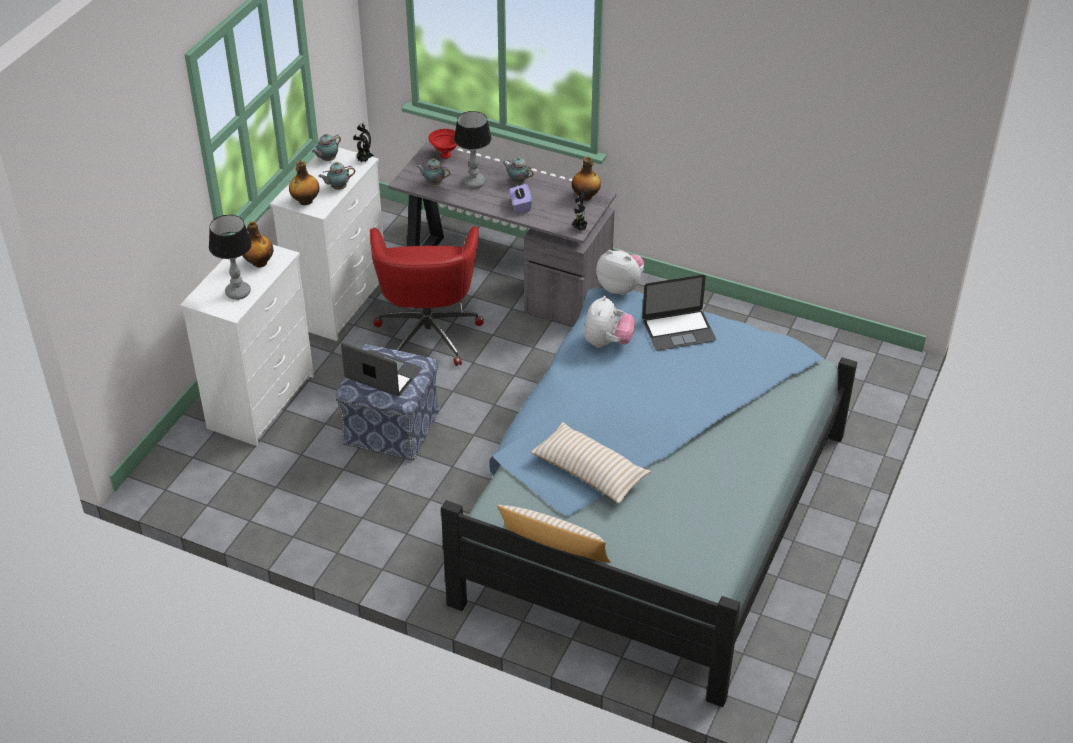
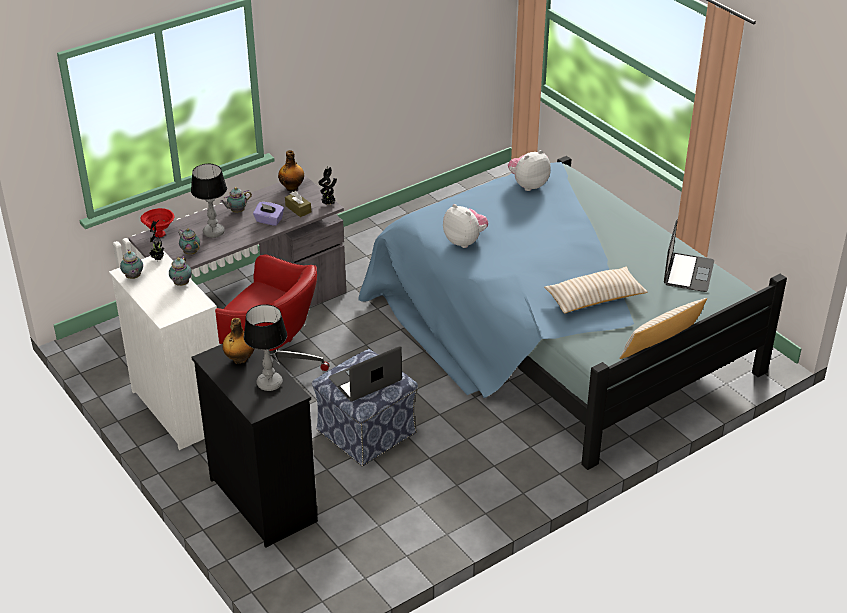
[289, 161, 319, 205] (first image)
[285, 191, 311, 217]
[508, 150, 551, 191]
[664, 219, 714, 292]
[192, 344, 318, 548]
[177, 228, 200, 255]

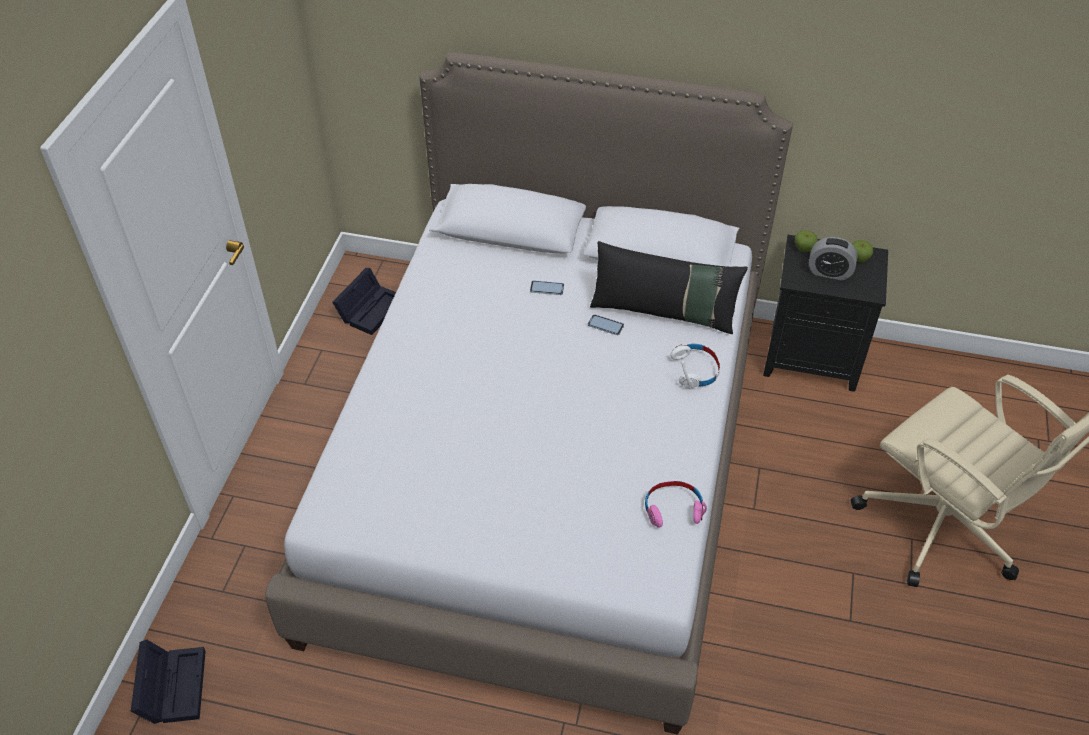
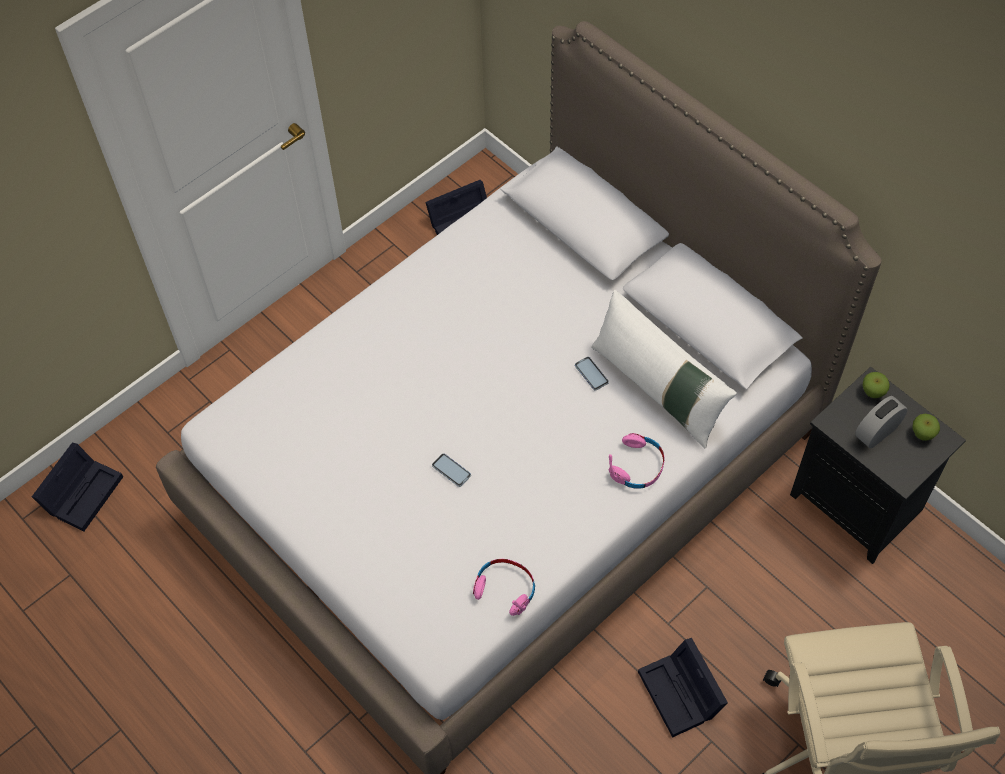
[638, 638, 728, 738]
[432, 453, 471, 487]
[591, 290, 737, 449]
[608, 433, 665, 489]
[855, 396, 908, 448]

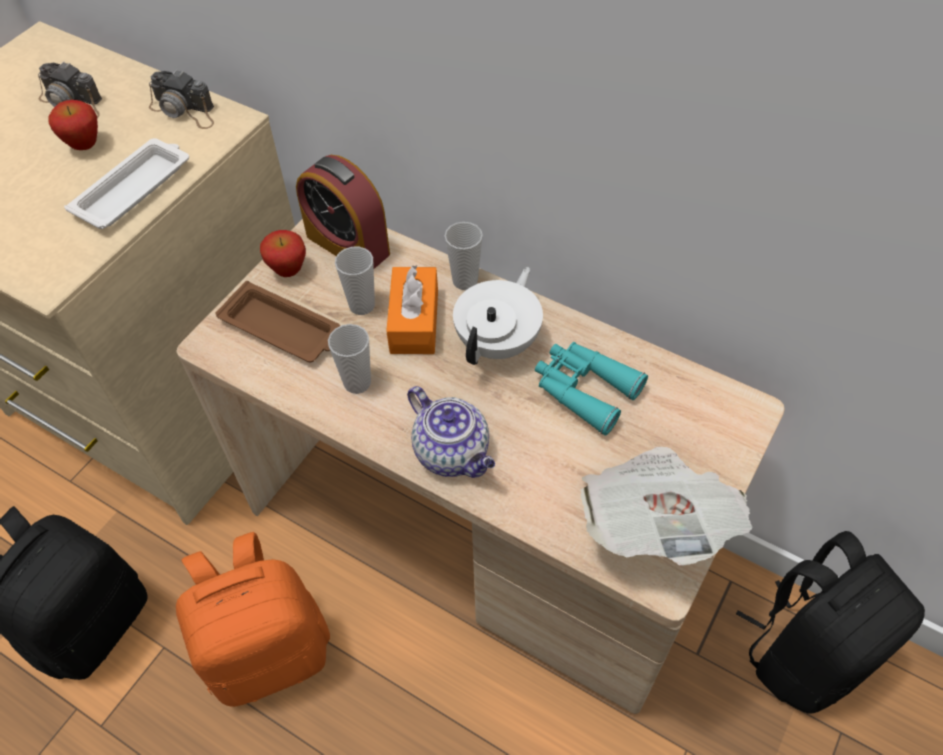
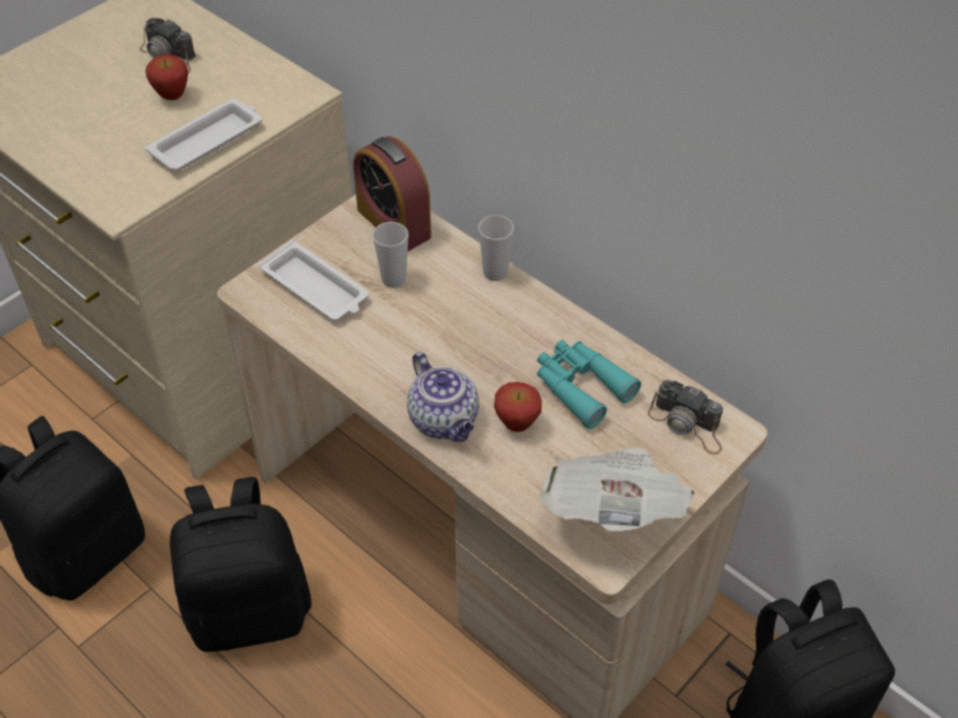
[328, 324, 371, 394] (first image)
[386, 265, 438, 354] (first image)
[453, 267, 543, 365] (first image)
[648, 380, 723, 455]
[494, 382, 542, 432]
[170, 477, 312, 652]
[258, 240, 369, 321]

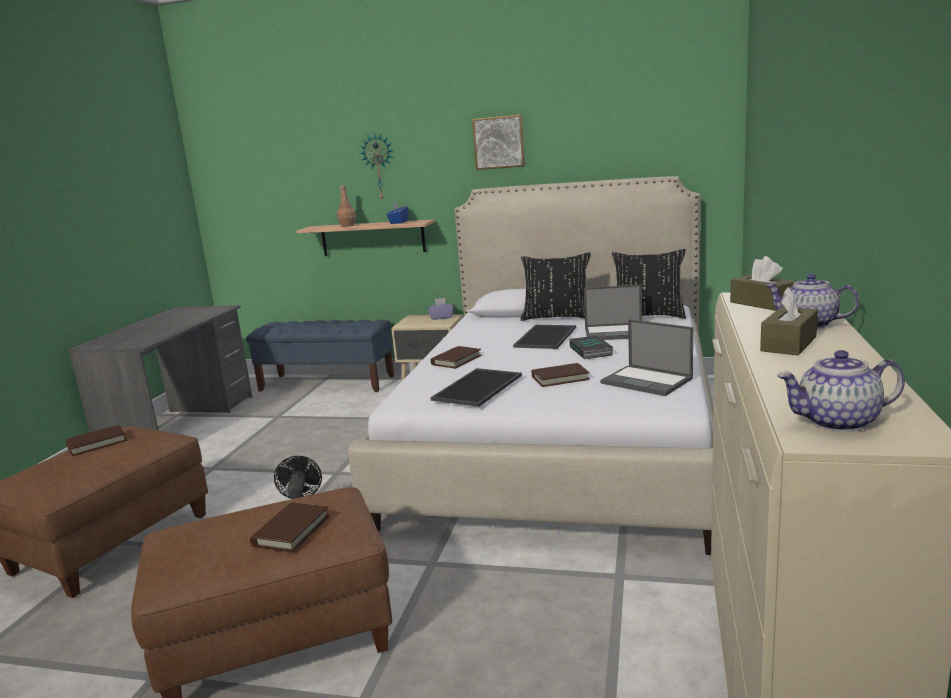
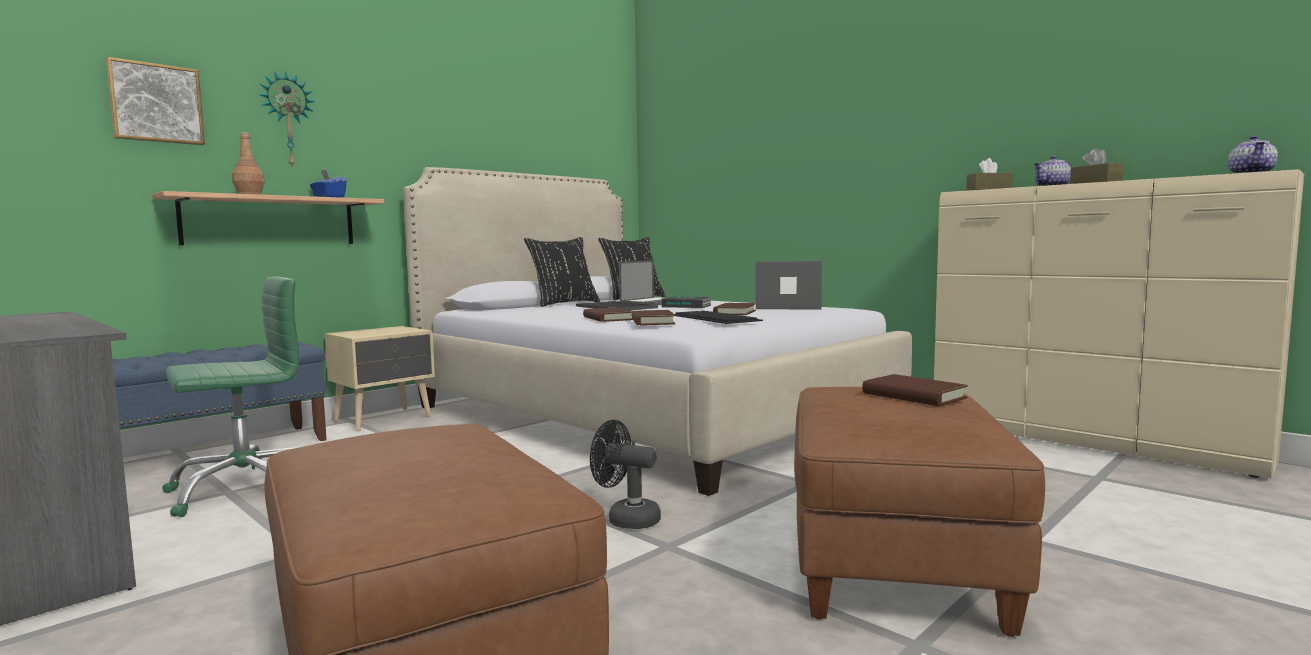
[428, 298, 454, 320] (first image)
[162, 277, 299, 517]
[632, 310, 676, 325]
[106, 57, 205, 145]
[675, 311, 763, 324]
[756, 261, 822, 310]

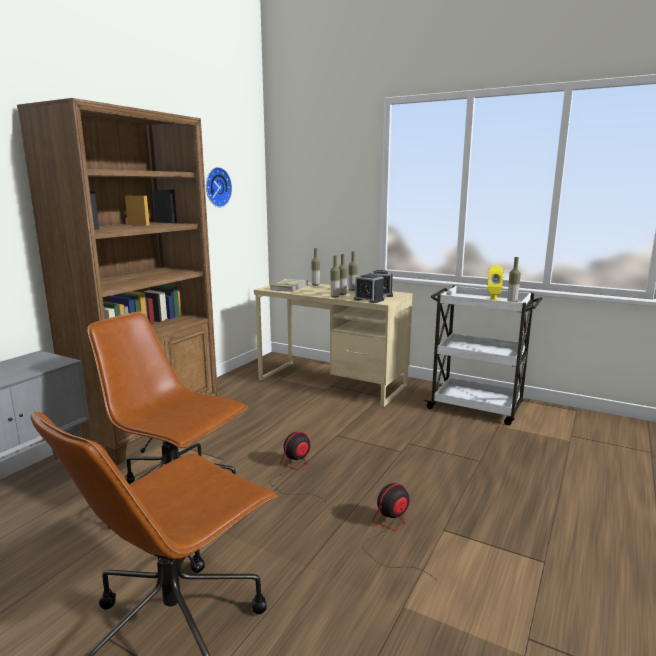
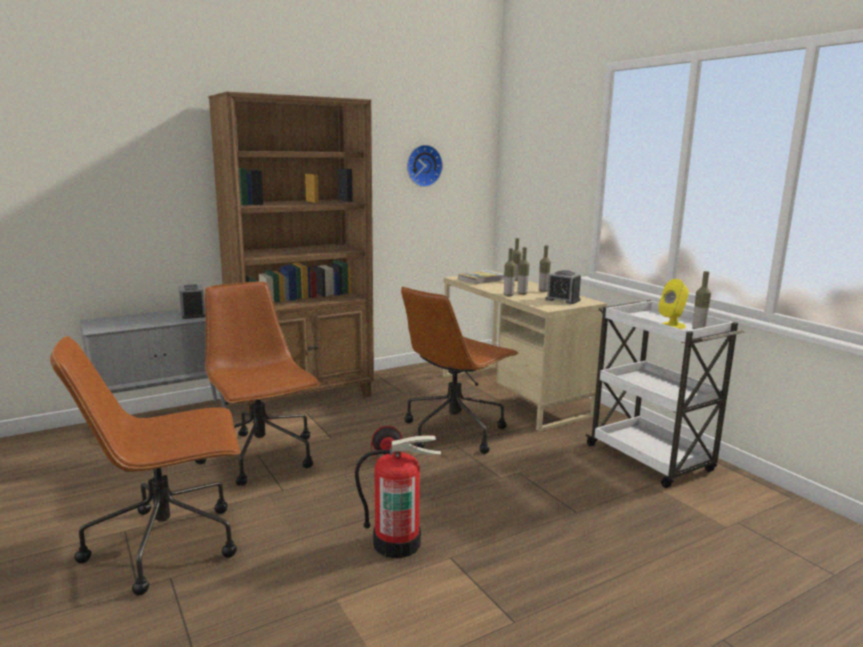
[401, 287, 519, 454]
[179, 284, 205, 319]
[355, 435, 441, 558]

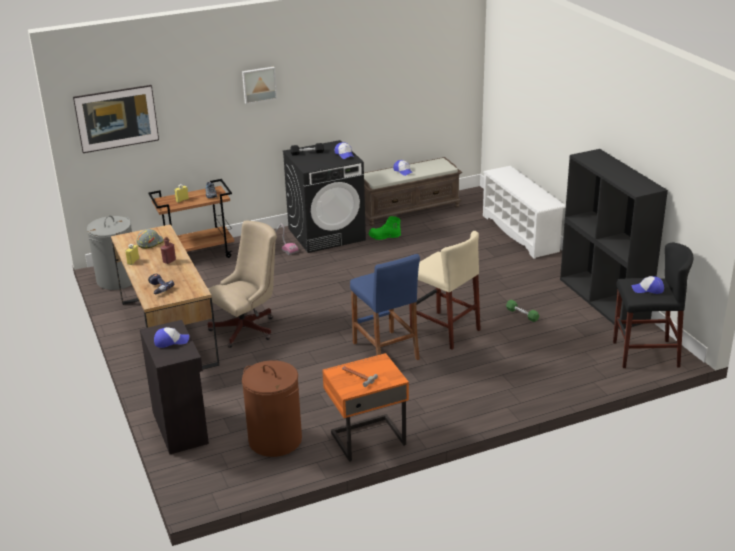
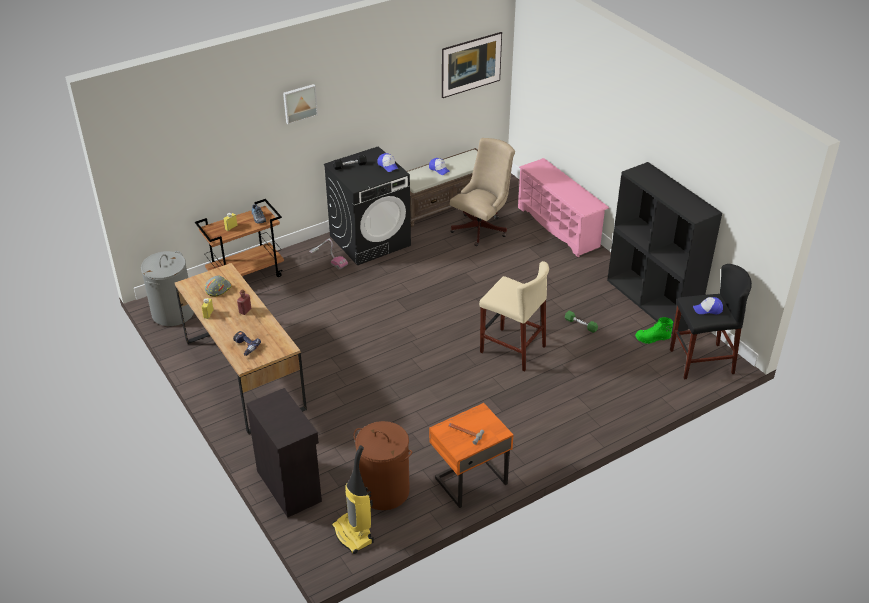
[154, 327, 189, 348] (first image)
[350, 254, 420, 360] (first image)
[332, 445, 374, 554]
[442, 32, 502, 98]
[450, 138, 515, 246]
[635, 317, 673, 344]
[518, 158, 609, 257]

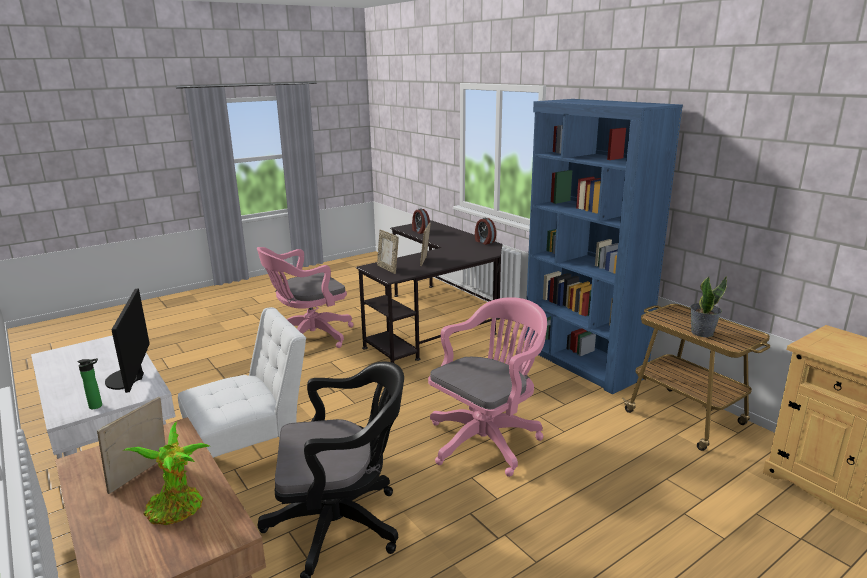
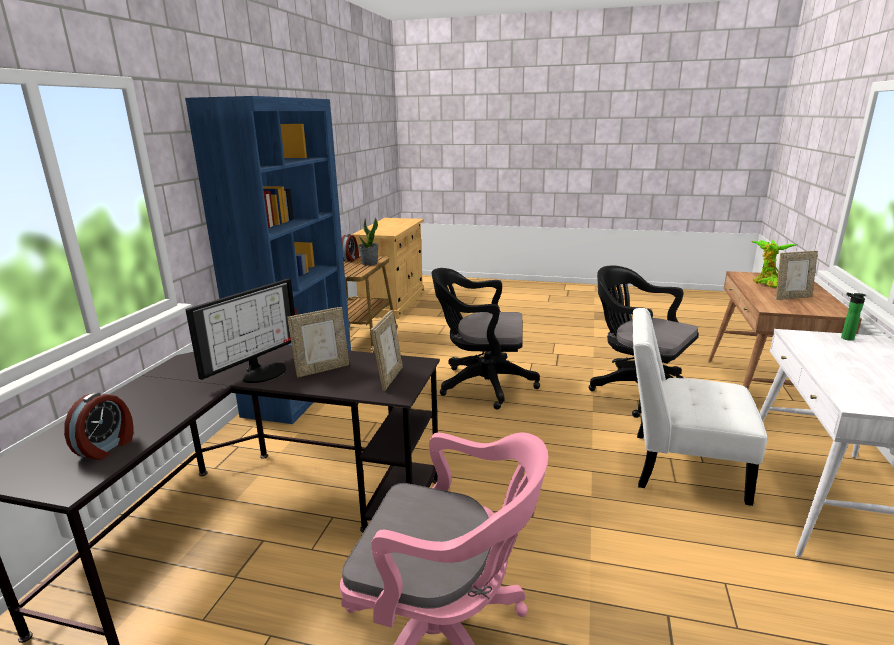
[186, 279, 295, 383]
[342, 234, 359, 261]
[432, 268, 540, 410]

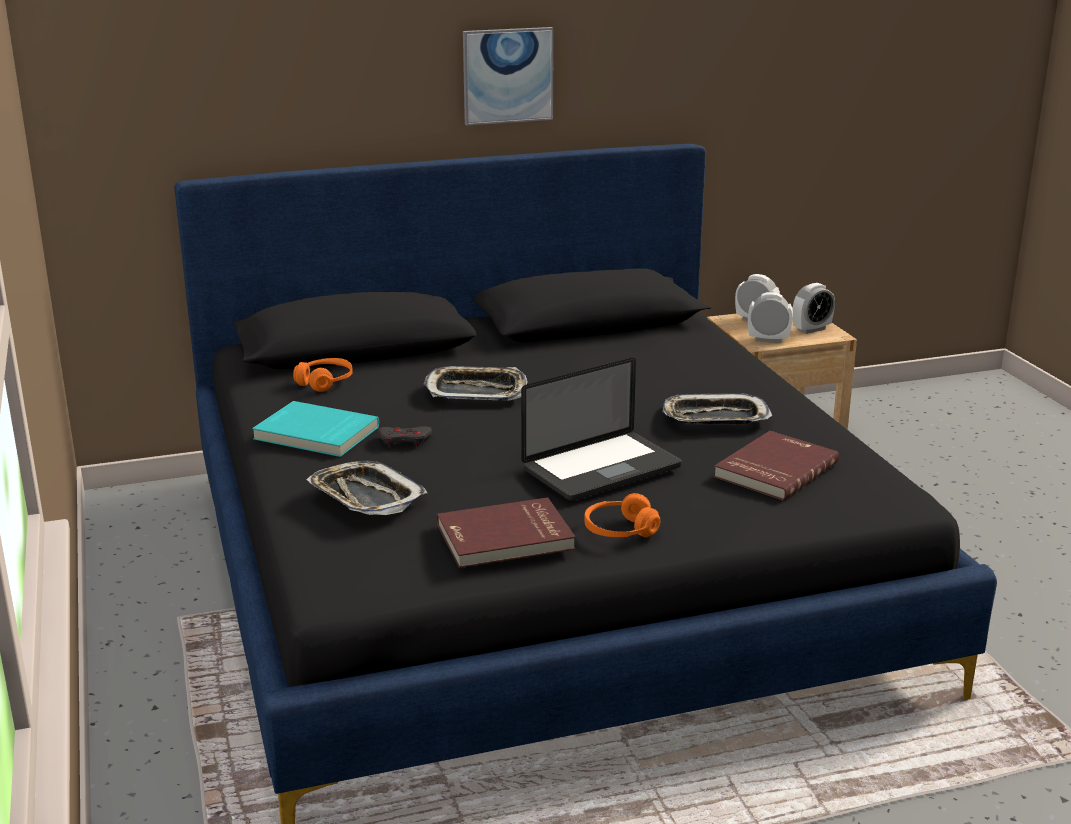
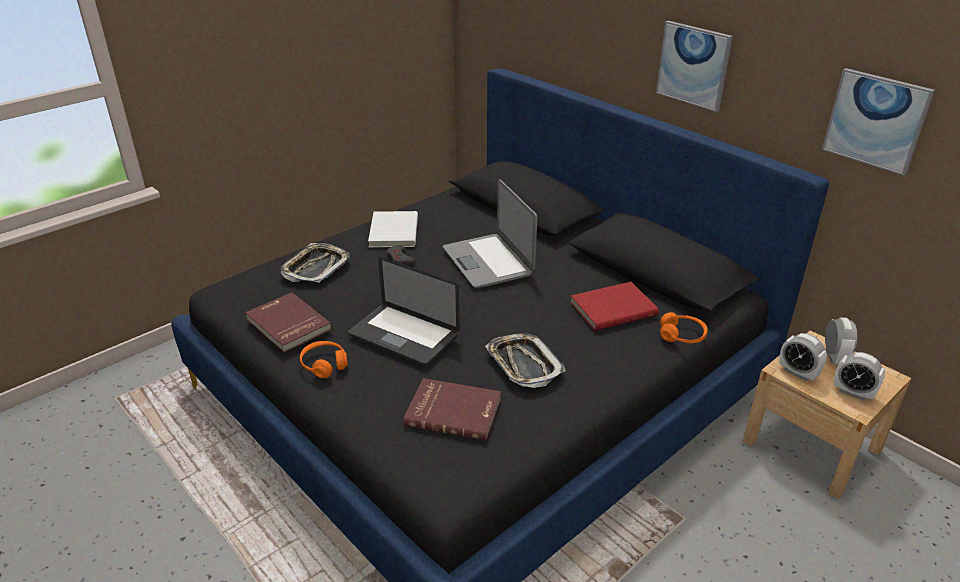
[570, 282, 659, 331]
[822, 68, 935, 176]
[660, 312, 708, 343]
[443, 180, 538, 288]
[368, 211, 418, 247]
[779, 333, 827, 381]

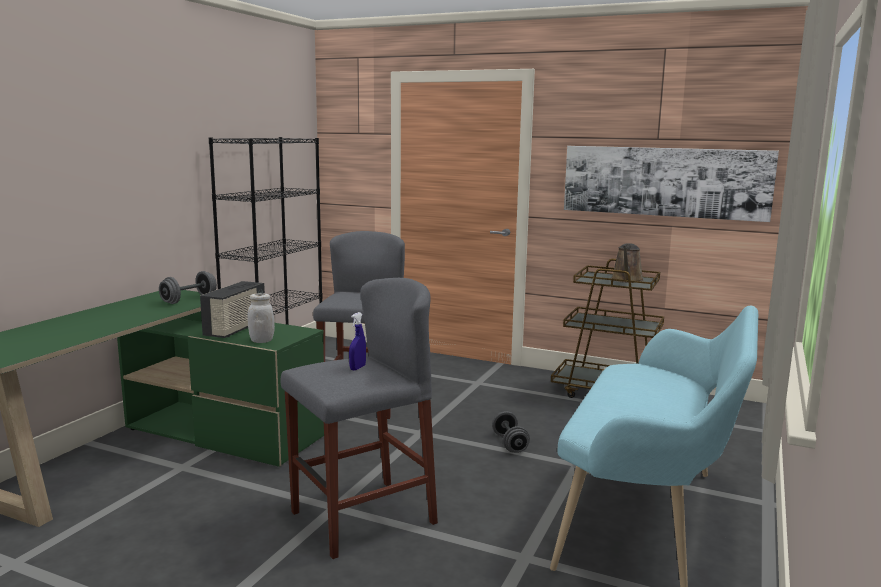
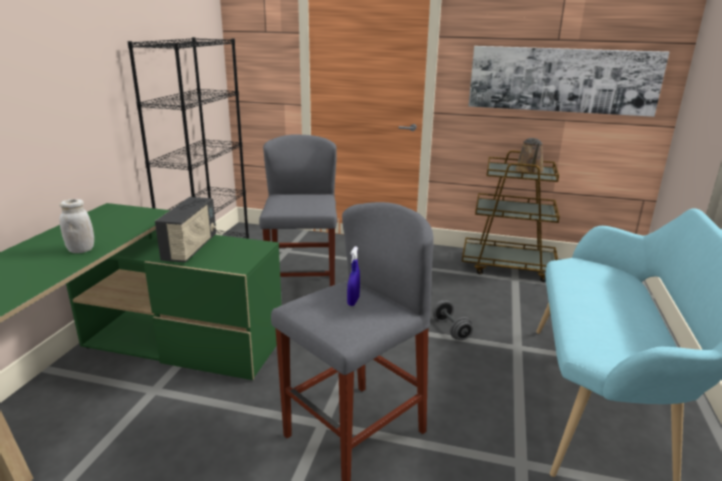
[159, 271, 217, 304] (first image)
[59, 199, 94, 253]

